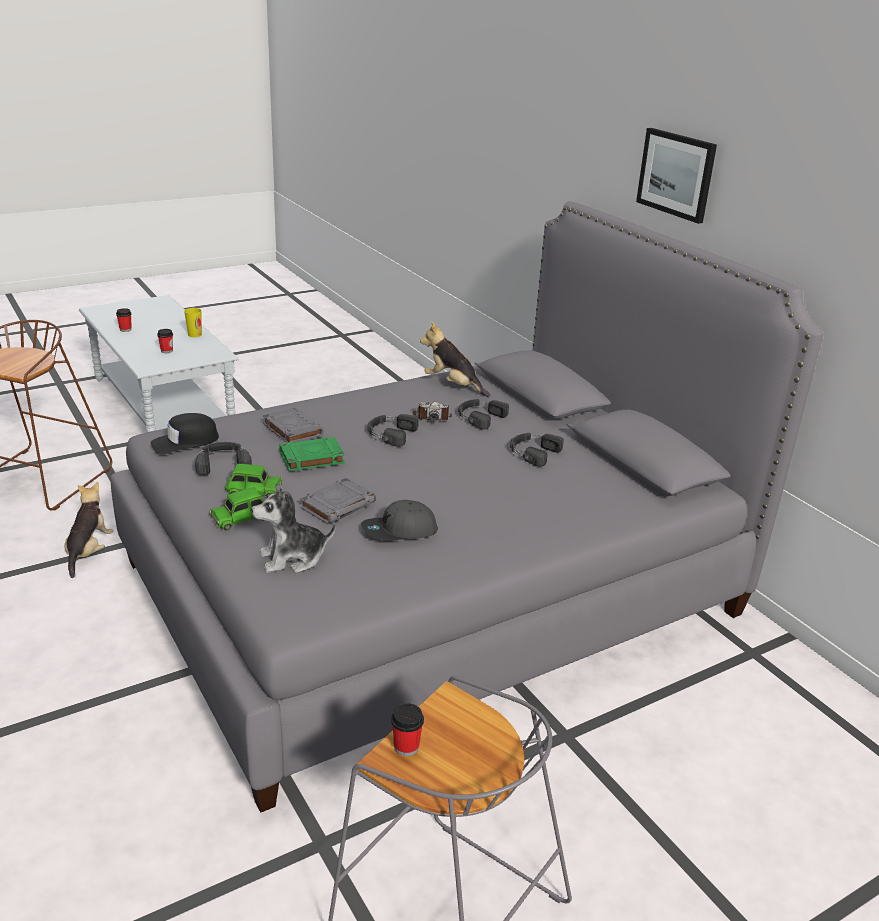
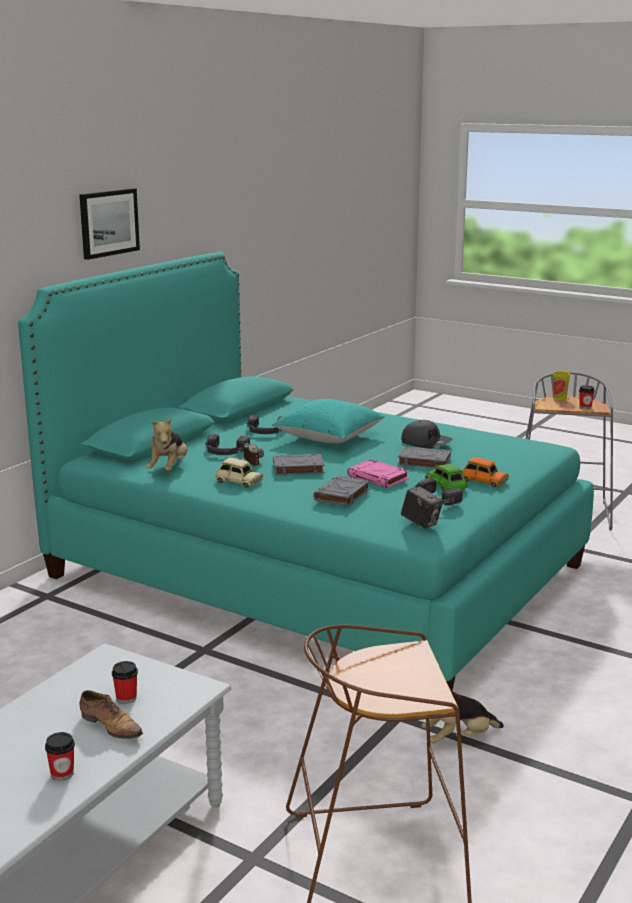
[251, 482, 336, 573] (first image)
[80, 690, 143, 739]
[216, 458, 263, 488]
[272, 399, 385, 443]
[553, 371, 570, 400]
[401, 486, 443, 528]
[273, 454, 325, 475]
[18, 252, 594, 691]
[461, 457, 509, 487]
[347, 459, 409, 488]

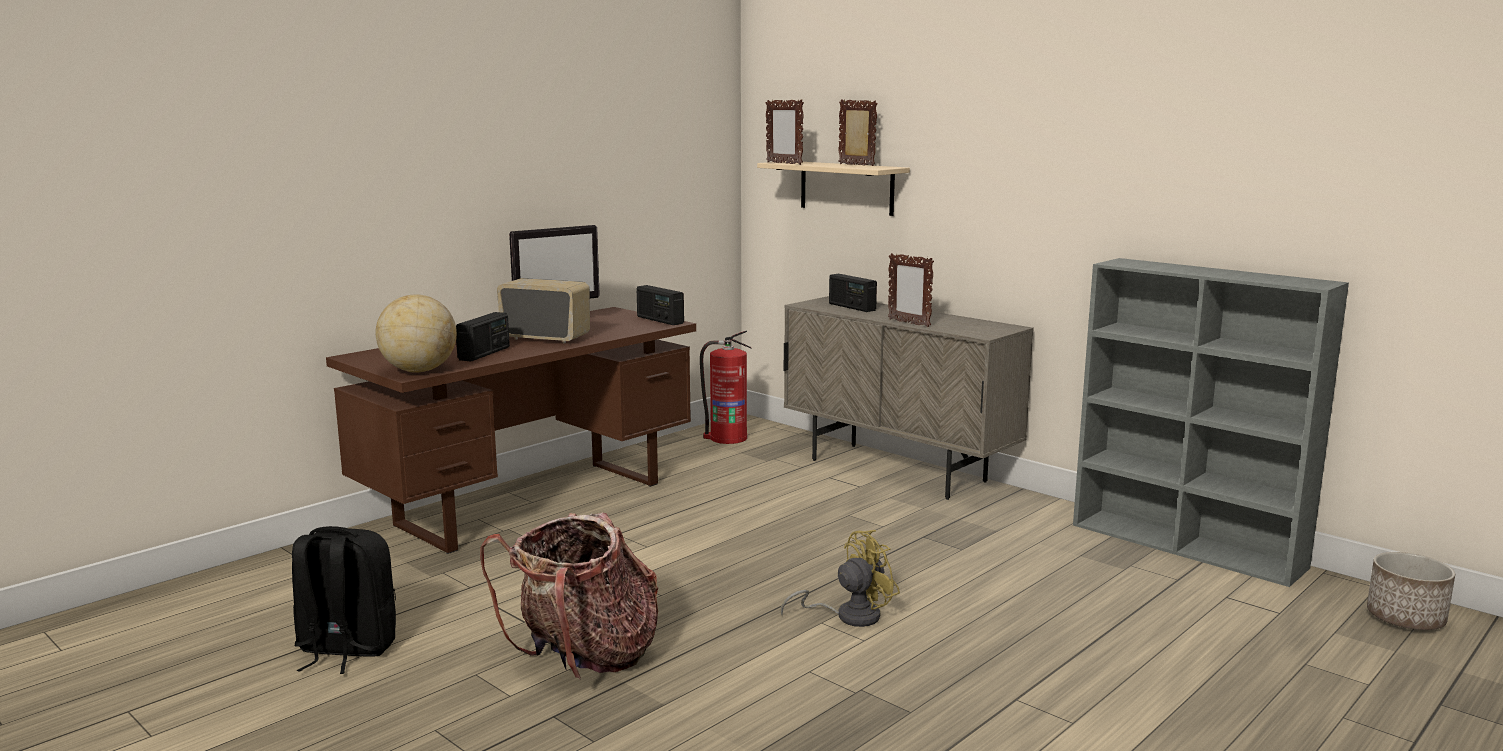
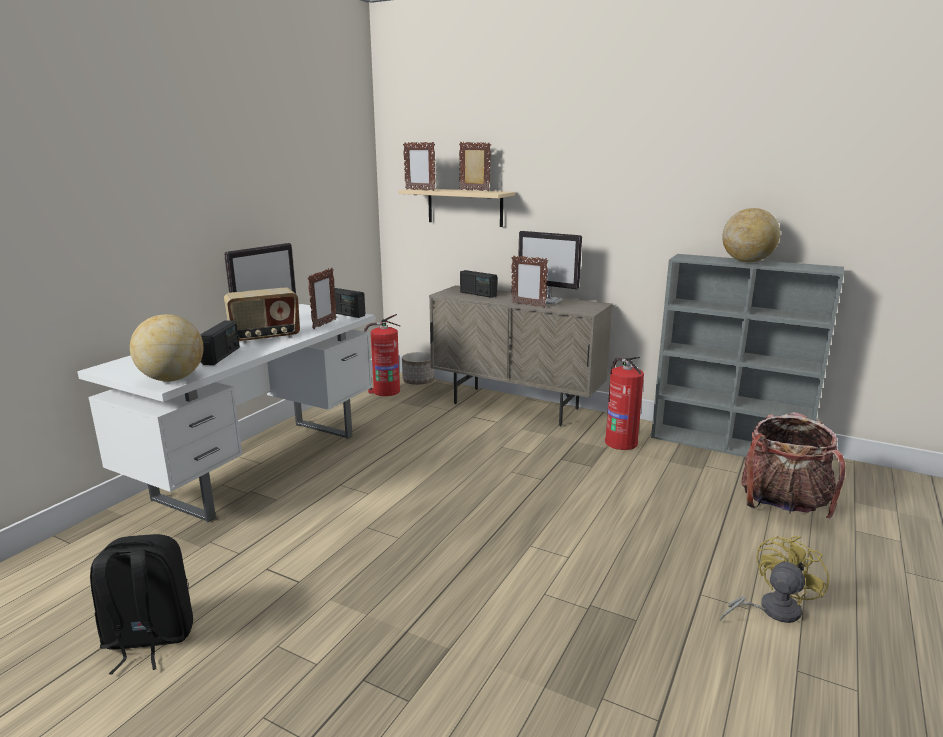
[308, 268, 337, 329]
[518, 231, 582, 304]
[605, 357, 644, 450]
[722, 208, 780, 262]
[741, 412, 846, 519]
[720, 536, 829, 623]
[402, 352, 434, 385]
[77, 304, 375, 522]
[224, 287, 300, 343]

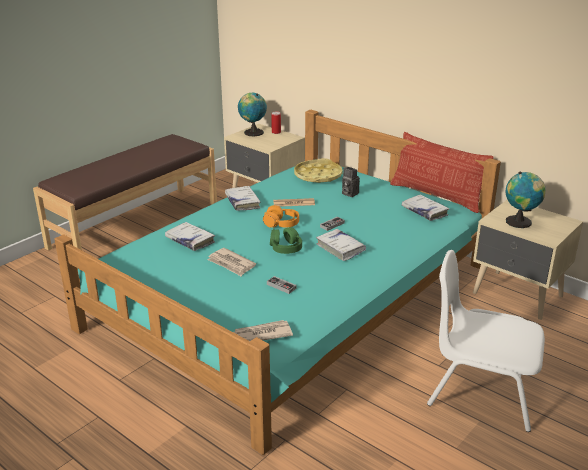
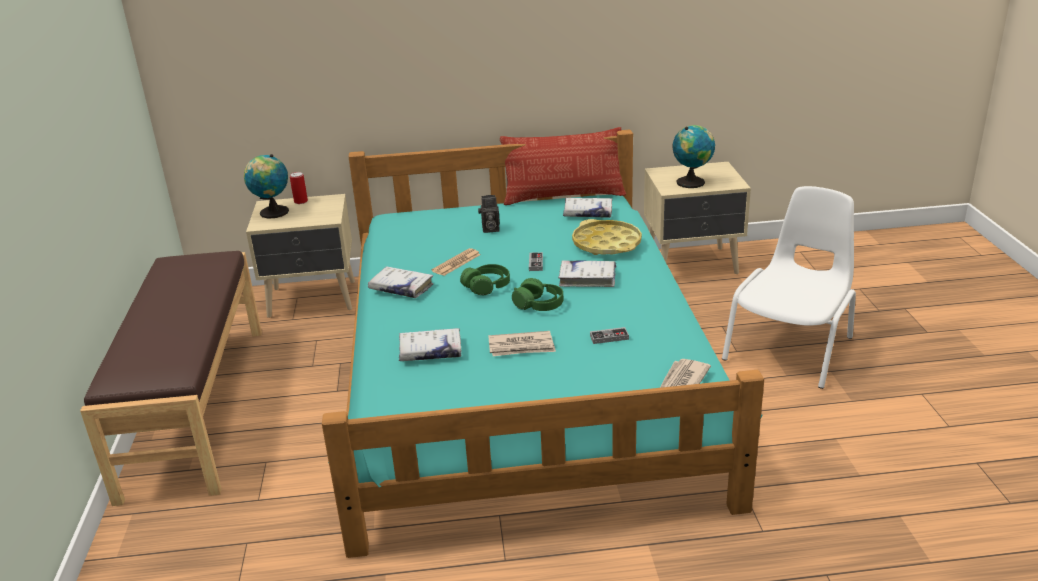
[572, 219, 642, 255]
[460, 264, 510, 295]
[722, 186, 856, 389]

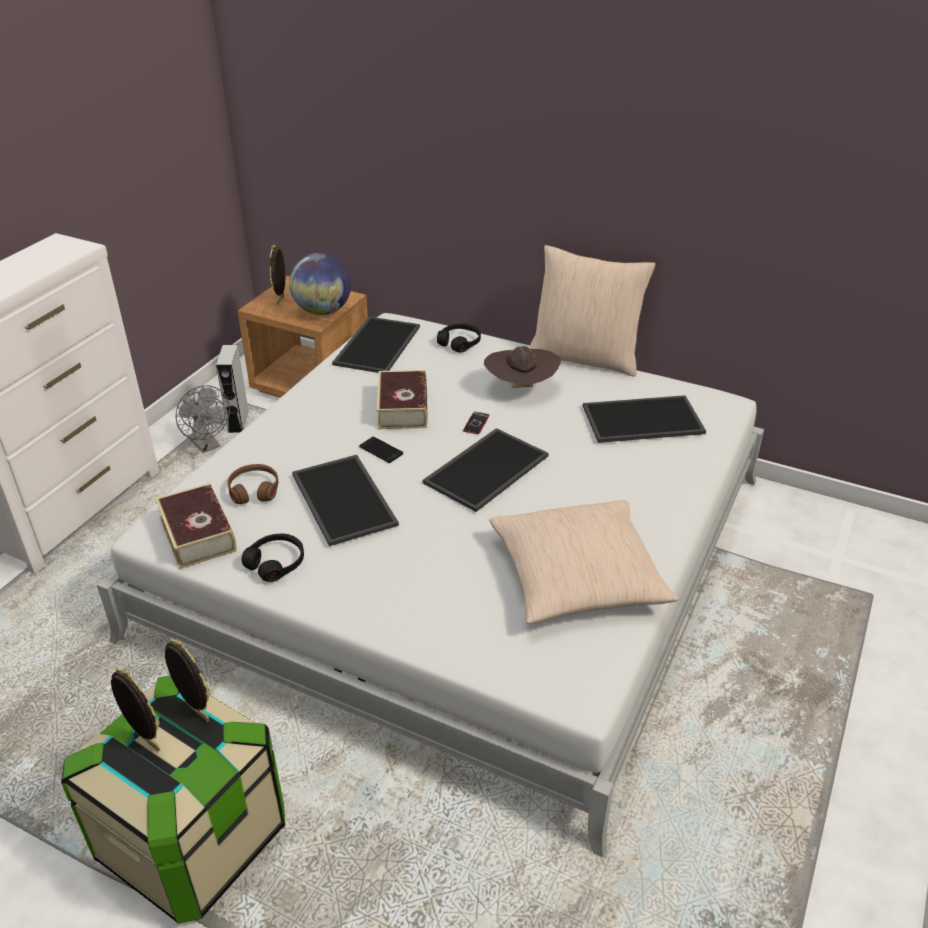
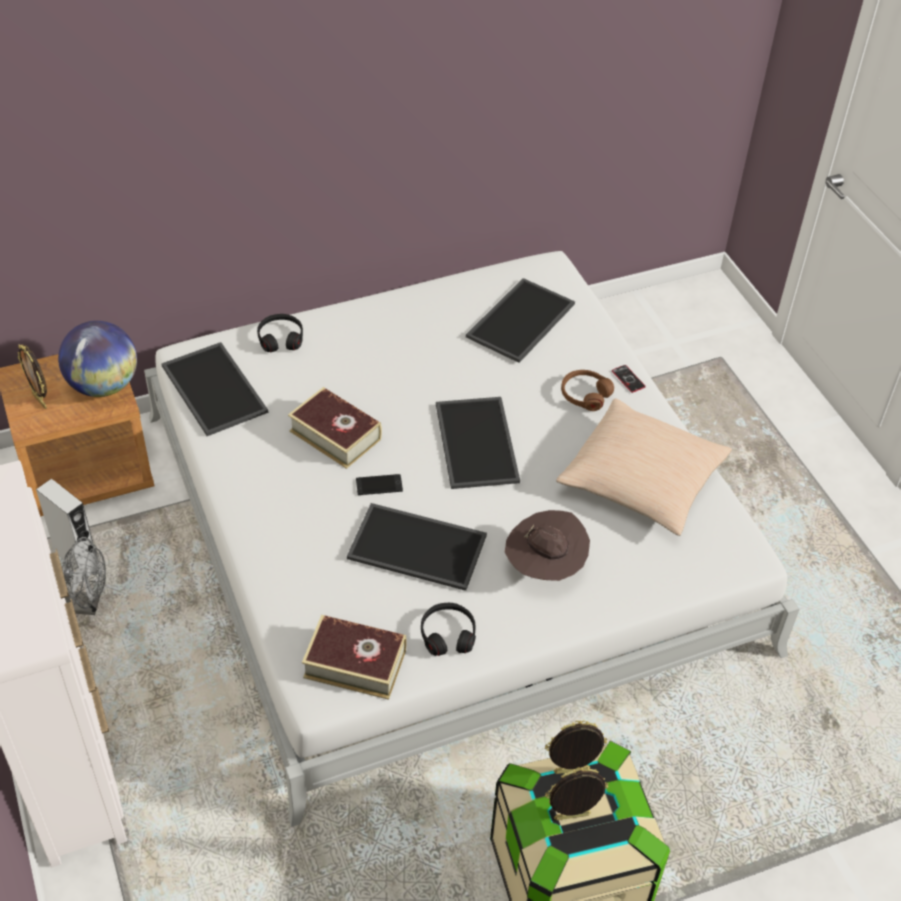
[529, 245, 656, 376] (first image)
[561, 370, 614, 411]
[612, 365, 645, 393]
[505, 510, 590, 581]

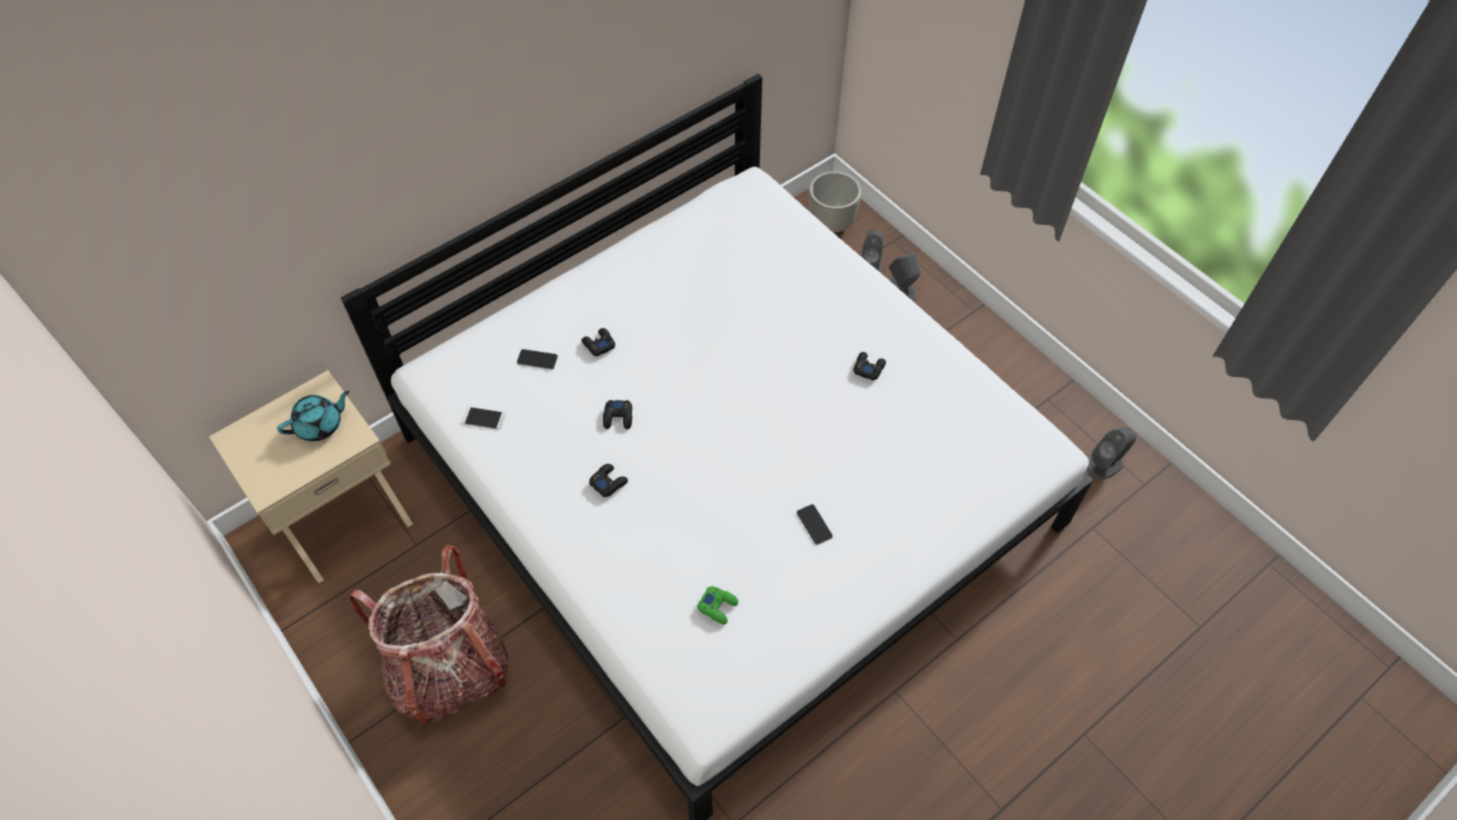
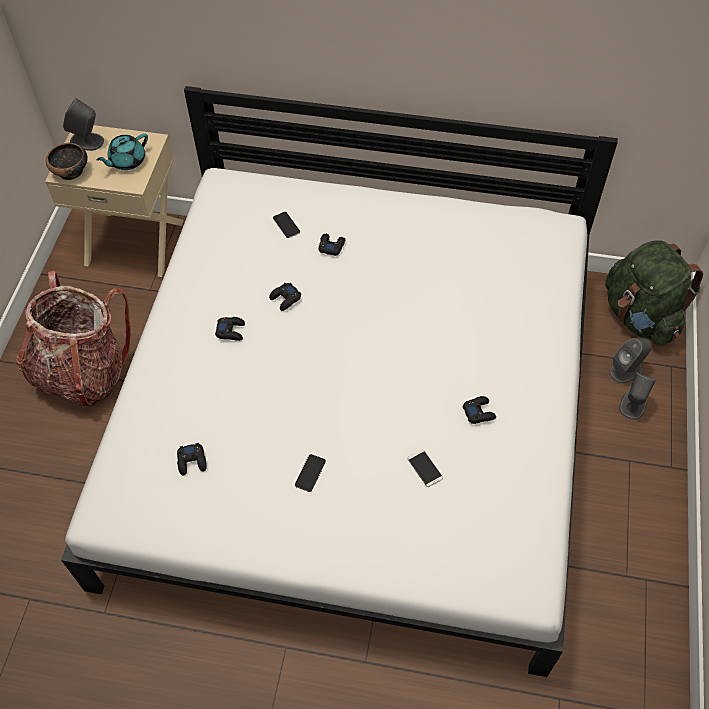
[46, 143, 88, 180]
[408, 450, 443, 487]
[63, 98, 104, 151]
[605, 241, 703, 346]
[177, 443, 207, 475]
[97, 133, 148, 170]

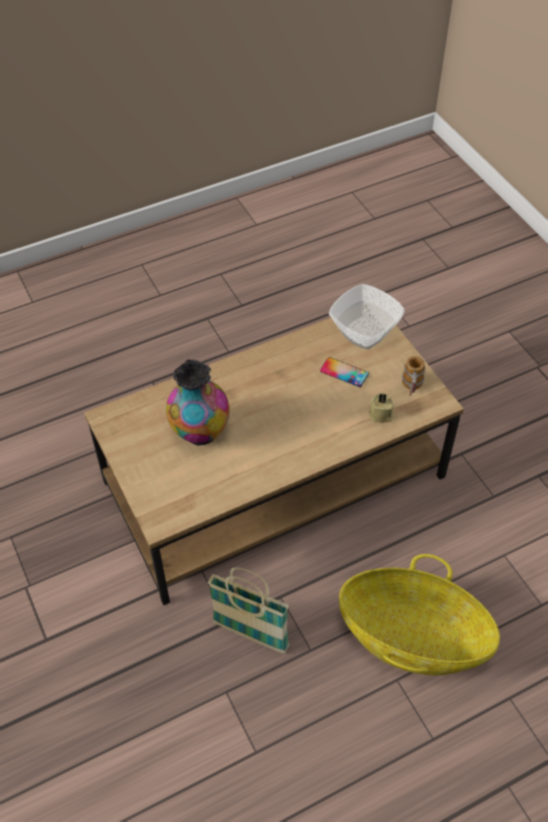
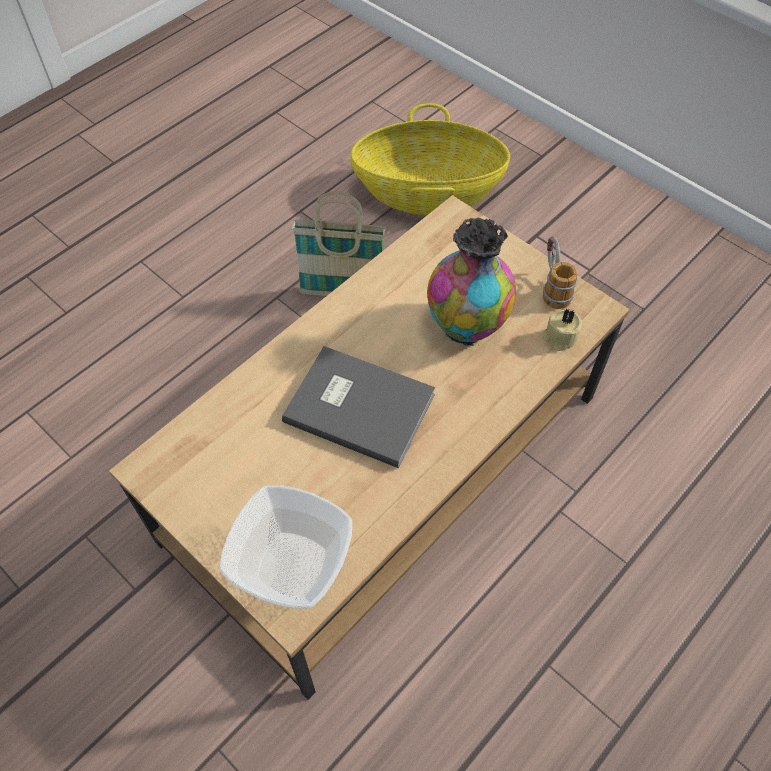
[320, 357, 369, 387] (first image)
[282, 346, 435, 468]
[350, 103, 510, 215]
[542, 308, 582, 351]
[543, 237, 577, 309]

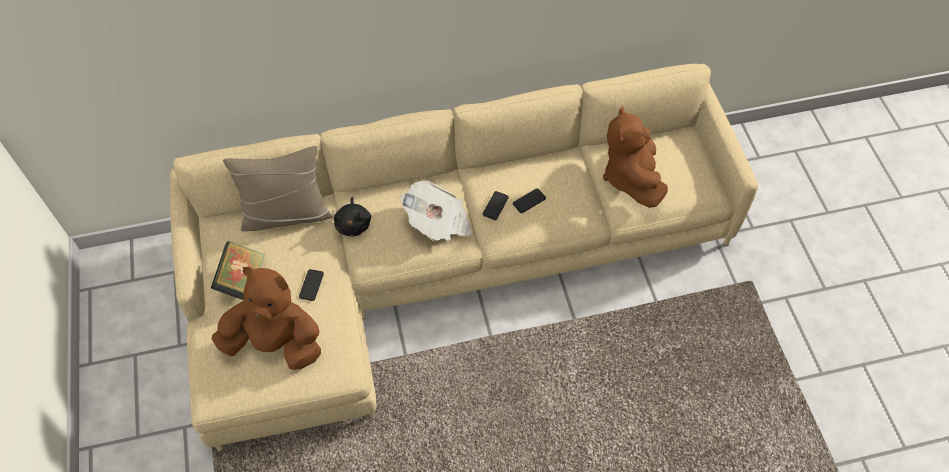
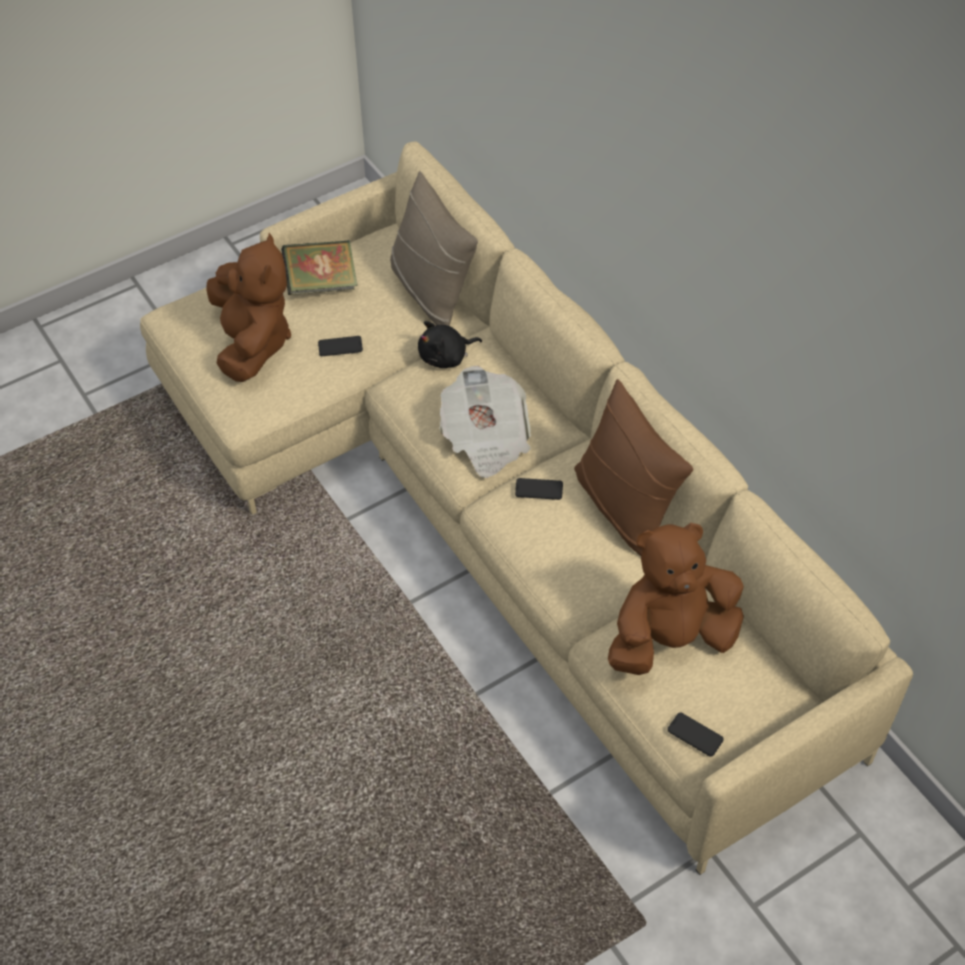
[574, 379, 693, 556]
[668, 713, 724, 757]

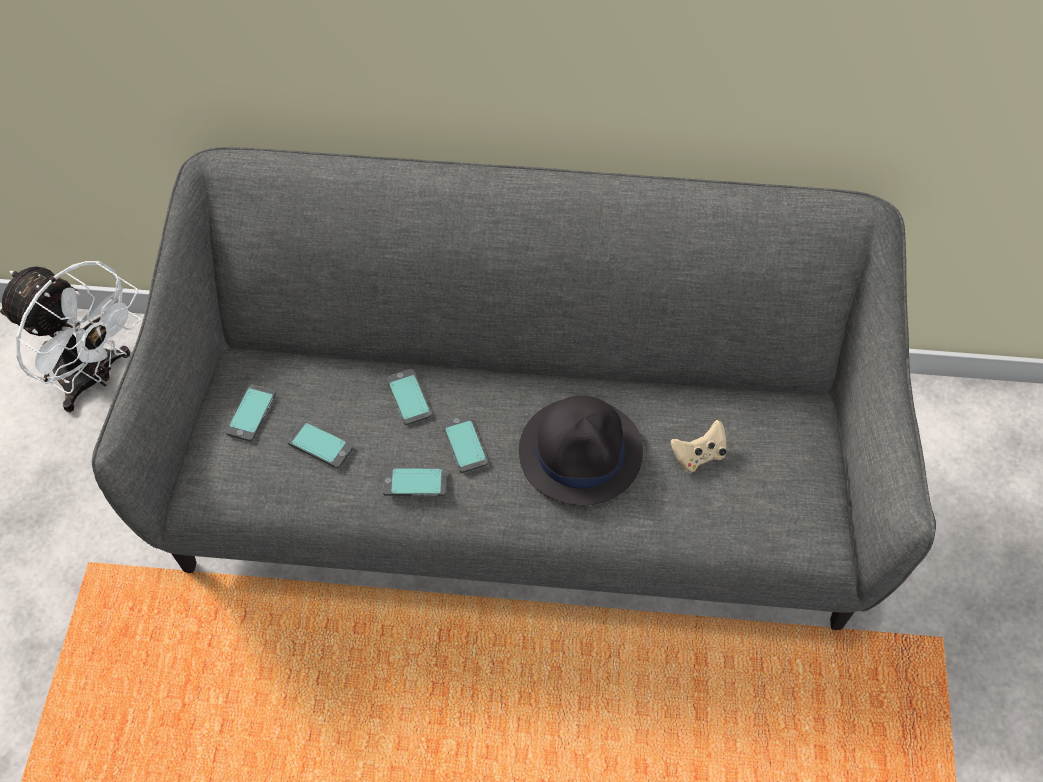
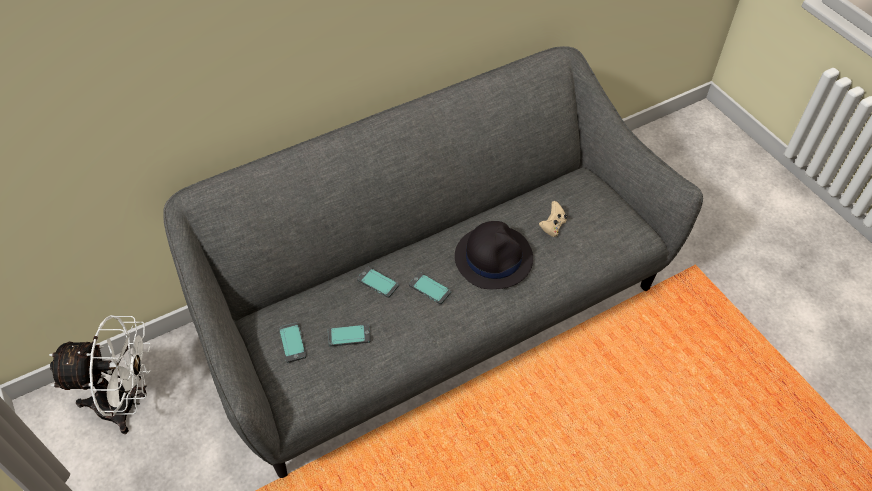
[383, 468, 447, 496] (first image)

